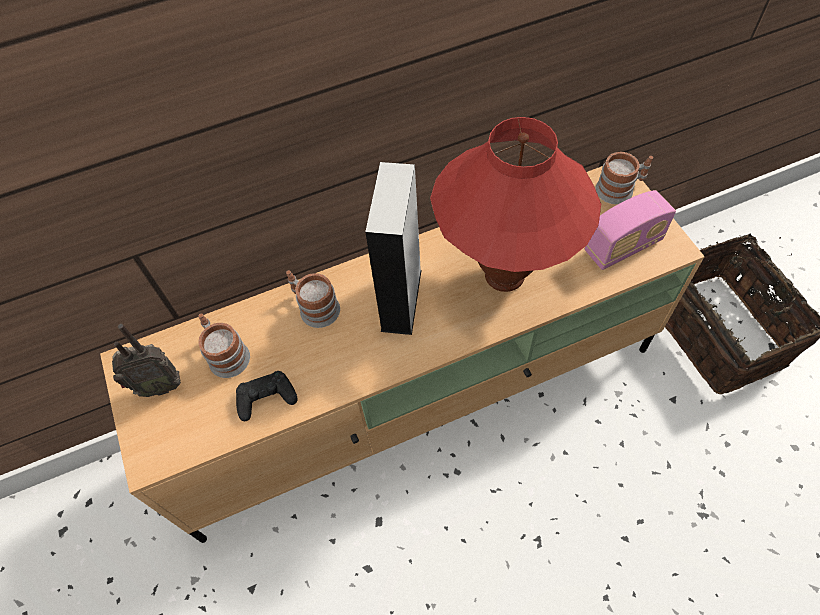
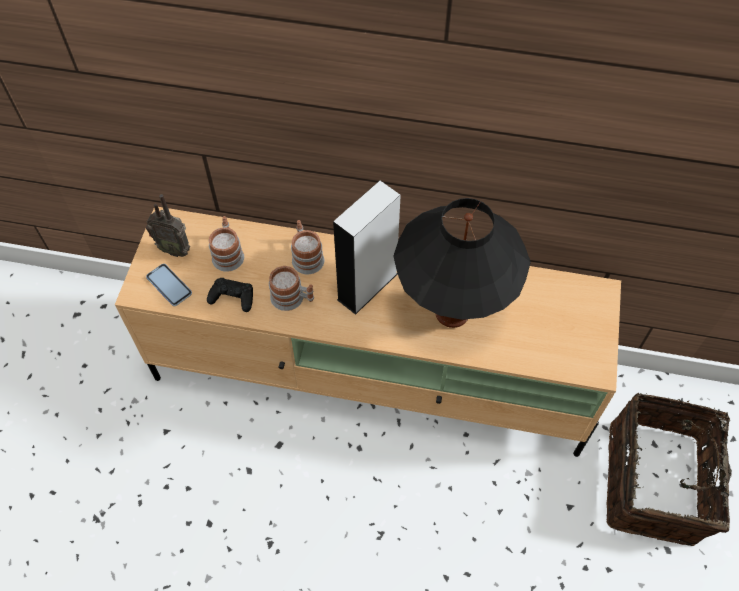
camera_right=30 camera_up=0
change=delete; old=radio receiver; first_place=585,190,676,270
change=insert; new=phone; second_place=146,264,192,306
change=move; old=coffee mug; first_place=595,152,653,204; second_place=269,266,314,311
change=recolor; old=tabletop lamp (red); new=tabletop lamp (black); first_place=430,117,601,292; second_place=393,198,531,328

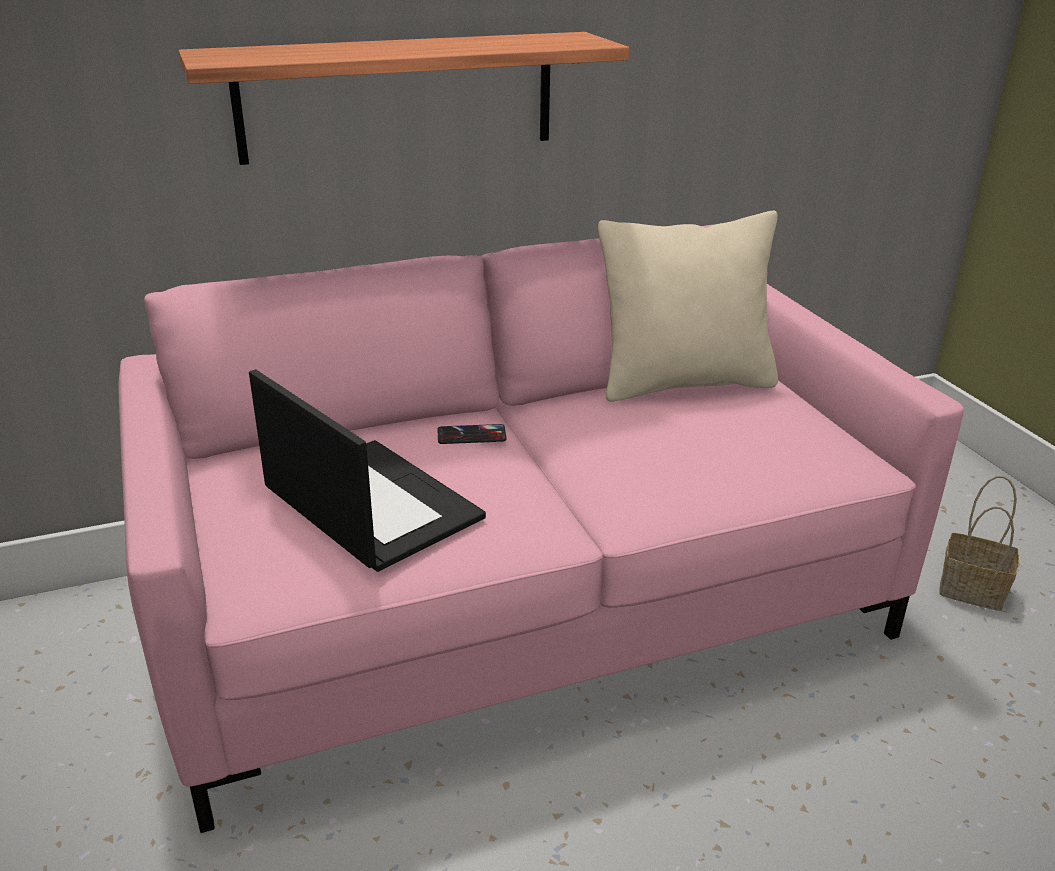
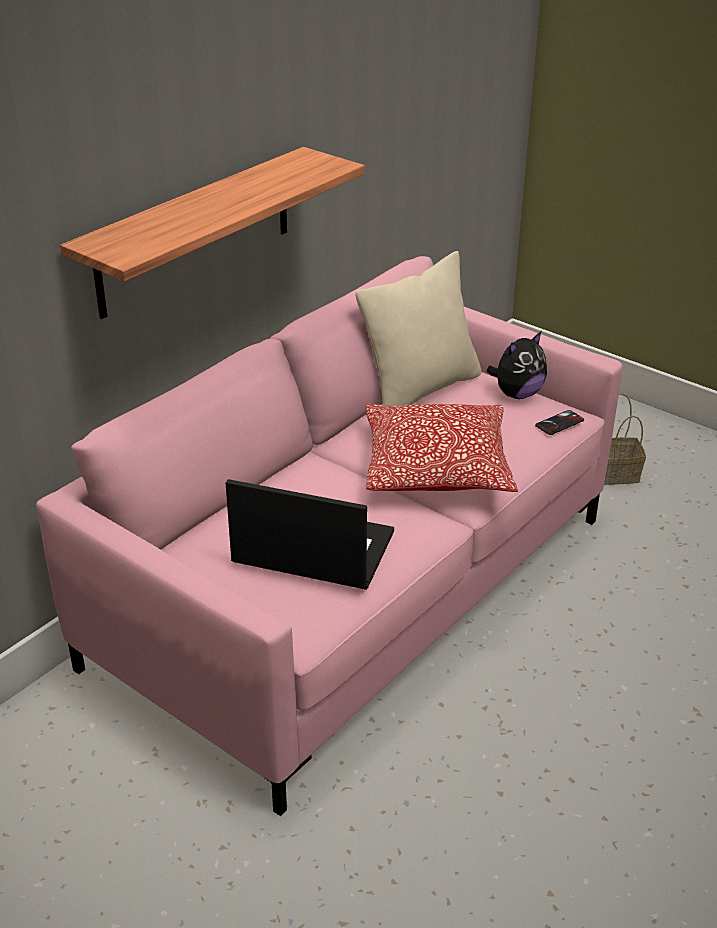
camera_right=-30 camera_up=5
change=insert; new=throw pillow; second_place=365,404,518,492
change=insert; new=plush toy; second_place=486,331,547,399
change=move; old=phone; first_place=437,424,507,444; second_place=535,410,584,435

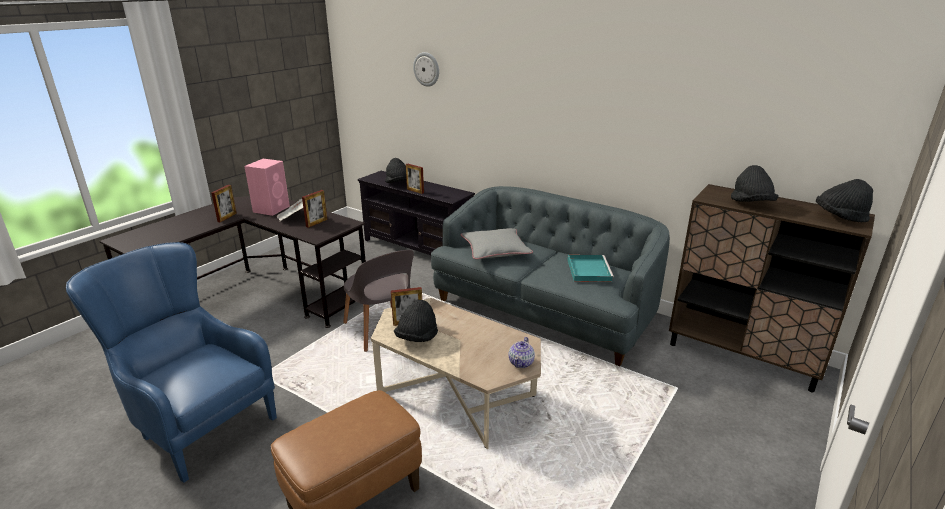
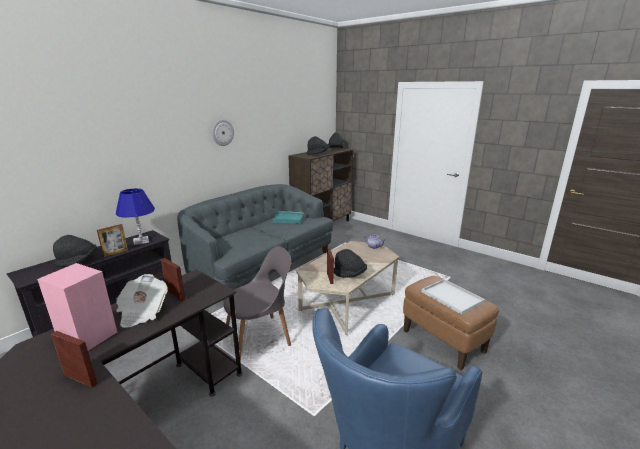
camera_right=-85 camera_up=-5
change=delete; old=throw pillow (gray); first_place=461,228,533,259
change=insert; new=tabletop lamp (blue); second_place=116,188,155,245
change=insert; new=carrying tray (white-coloured); second_place=422,279,485,315
change=move; old=wall clock; first_place=413,52,439,87; second_place=212,119,234,146

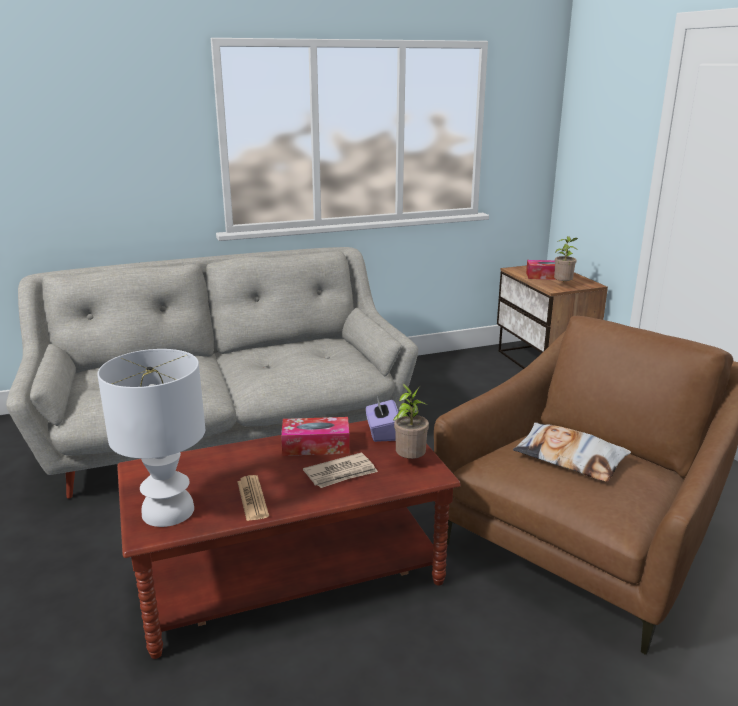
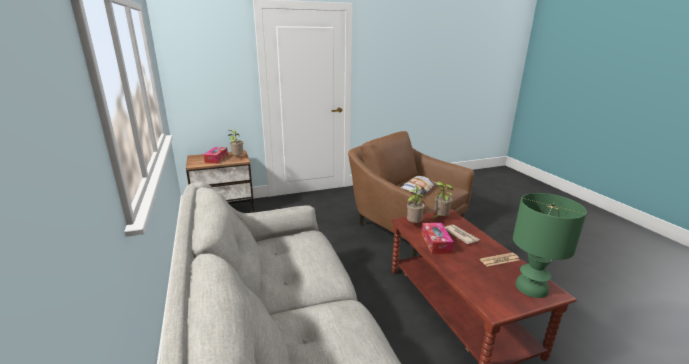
camera_right=-90 camera_up=0
change=replace; old=box of tissues (purple-coloured); new=potted plant; first_place=366,397,398,442; second_place=407,185,426,223
change=recolor; old=tabletop lamp (white-coloured); new=tabletop lamp (green); first_place=97,349,205,527; second_place=513,193,587,298

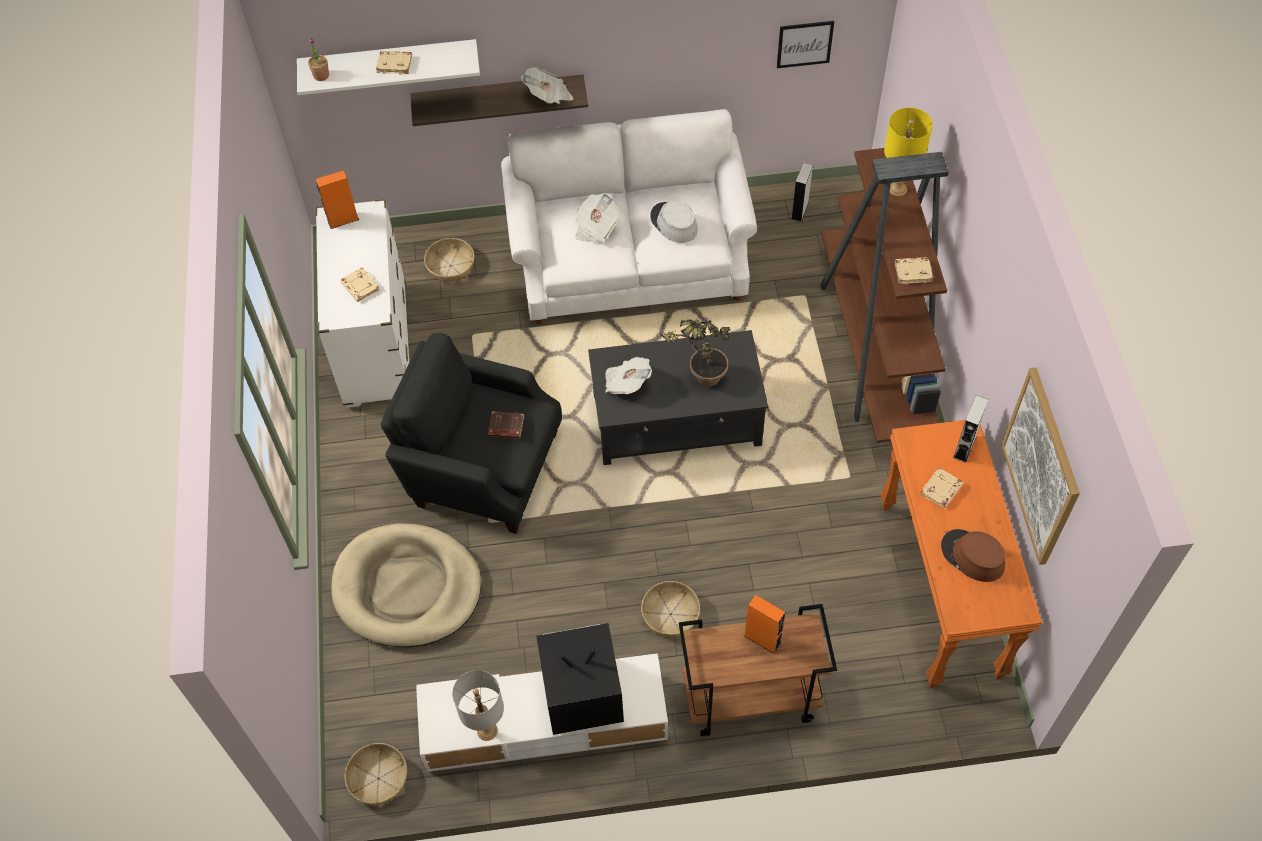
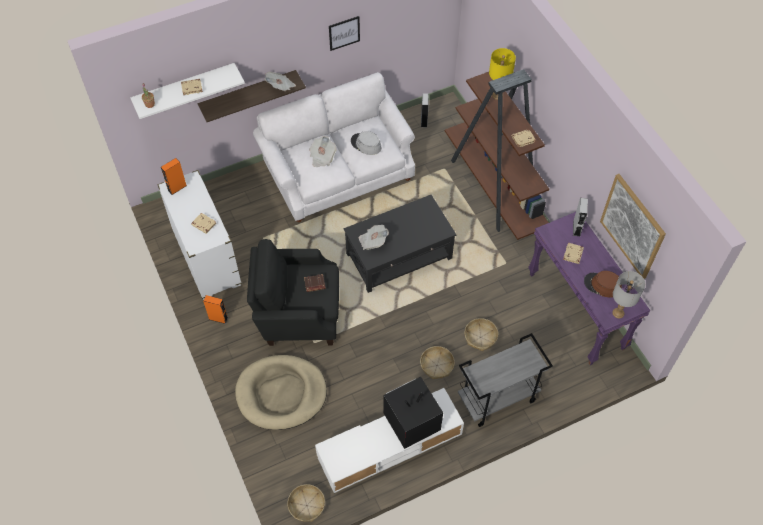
camera_right=-20 camera_up=0
change=delete; old=potted plant; first_place=658,319,731,387
change=move; old=household basket; first_place=424,238,474,283; second_place=465,318,498,351
change=move; old=tabletop lamp (gray); first_place=452,670,504,741; second_place=612,271,645,318
change=move; old=speaker (orangey); first_place=744,595,785,654; second_place=203,295,228,324
change=move; old=picture; first_place=777,21,834,68; second_place=329,16,360,51
change=recolor; old=cart (brown-coloured); new=cart (gray); first_place=679,604,837,736; second_place=458,333,553,427
change=recolor; old=narrow table (orangey); new=narrow table (purple-coloured); first_place=880,420,1042,688; second_place=528,212,650,365

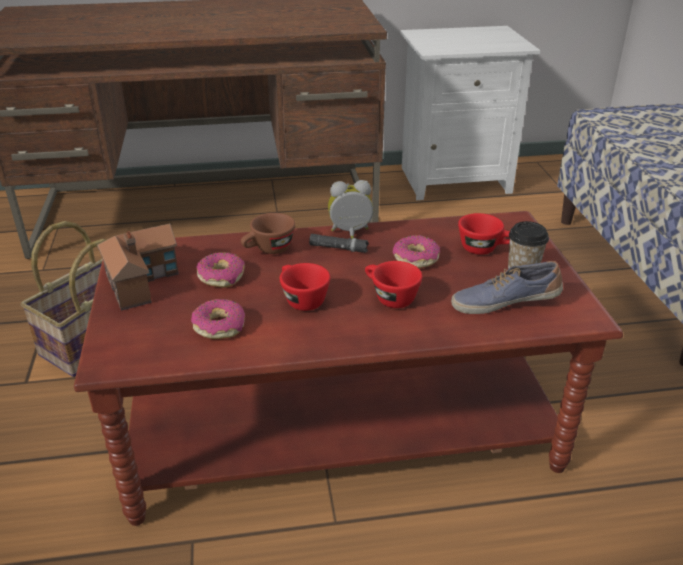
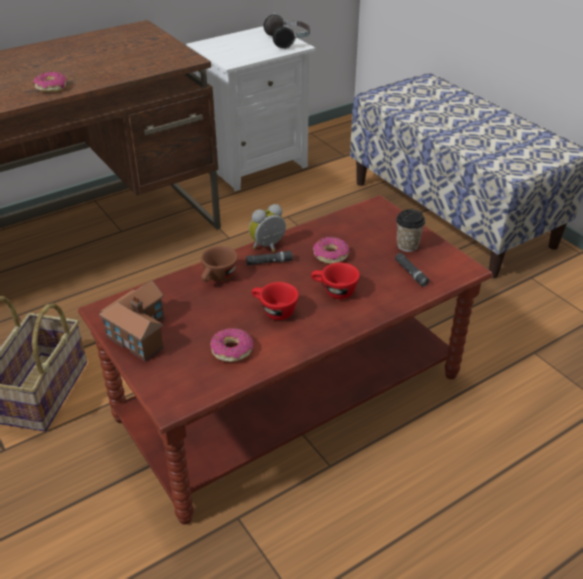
camera_right=-25 camera_up=5
change=delete; old=drinking cup (red); first_place=458,213,510,255
change=insert; new=pair of headphones; second_place=264,13,310,49
change=move; old=donut; first_place=196,252,245,288; second_place=33,72,66,92
change=replace; old=low shoe; new=hand torch (black); first_place=451,261,563,314; second_place=395,253,429,286

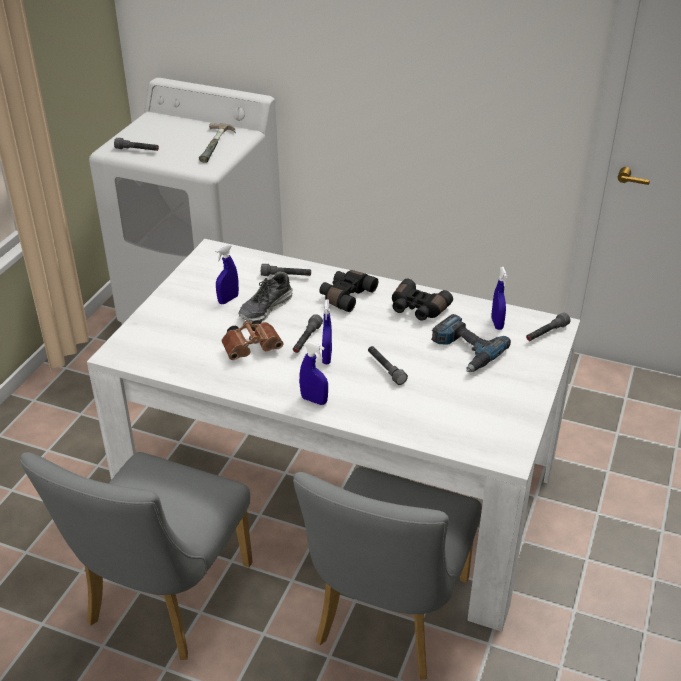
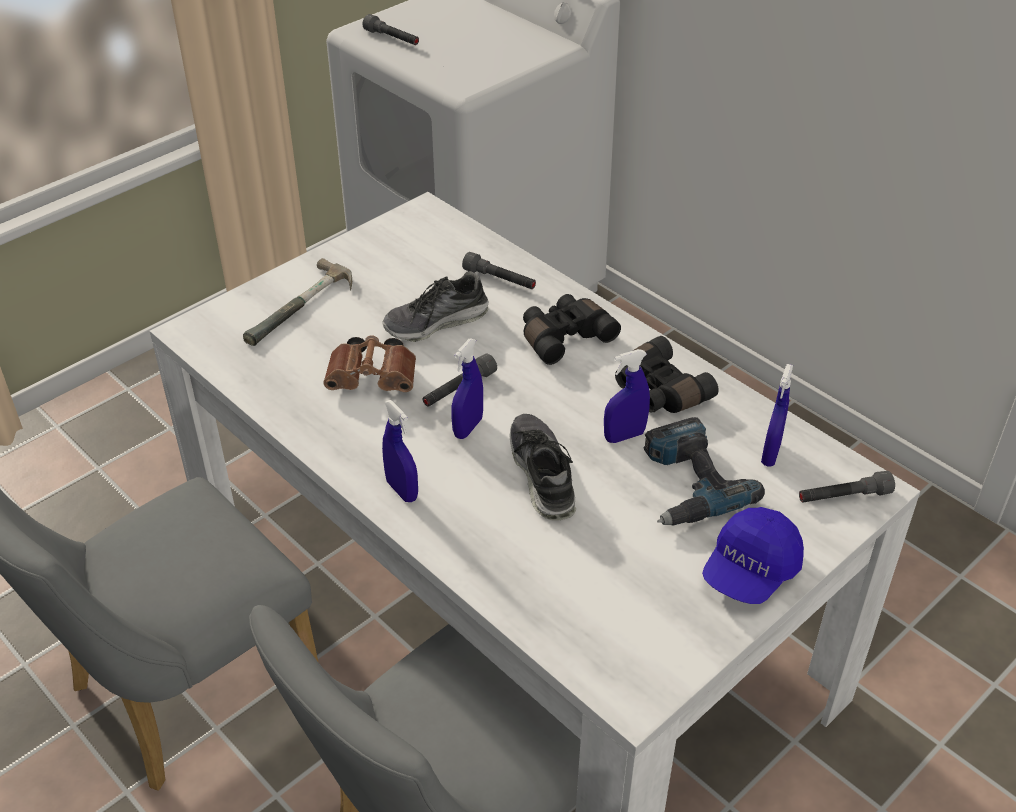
camera_right=25 camera_up=5
change=insert; new=cap (blue); second_place=702,507,804,604
change=move; old=hand hammer; first_place=199,123,236,163; second_place=243,258,352,346
change=move; old=sprayer (blue); first_place=215,244,239,304; second_place=604,349,650,443
change=replace; old=hand torch (gray); new=low shoe; first_place=368,346,408,385; second_place=510,414,576,521

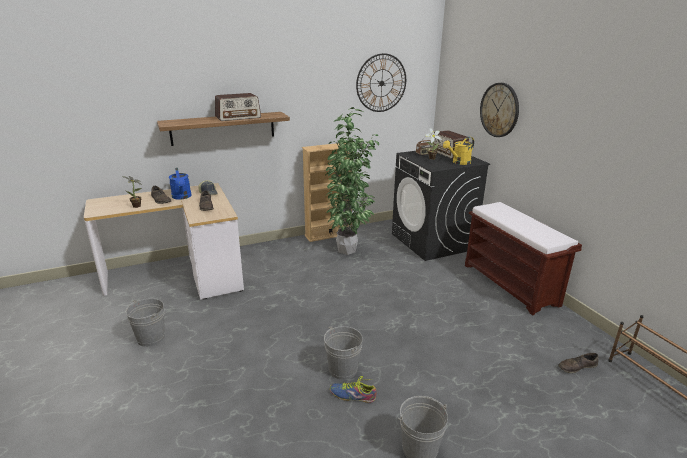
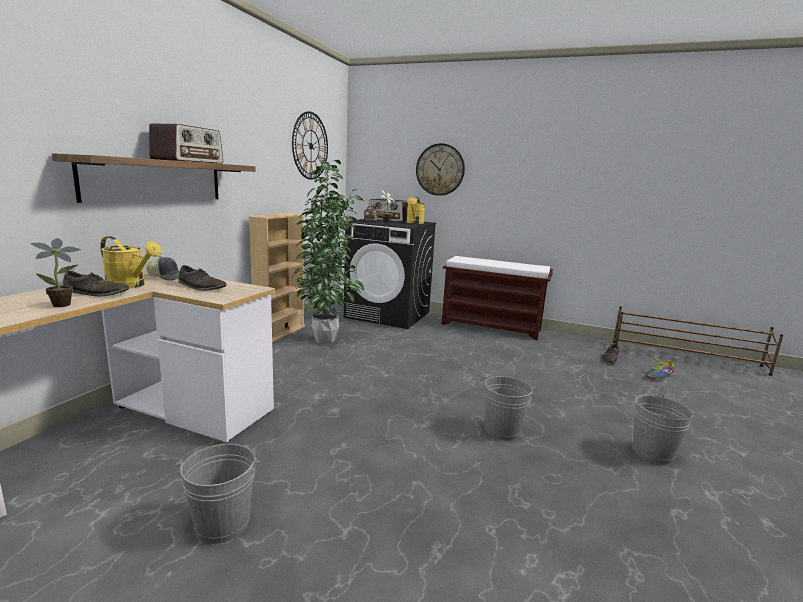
camera_right=-45 camera_up=-10
change=move; old=low shoe; first_place=330,376,377,403; second_place=645,359,675,380
change=recolor; old=watering pot (blue); new=watering pot (yellow-coloured); first_place=169,168,192,200; second_place=100,236,161,288

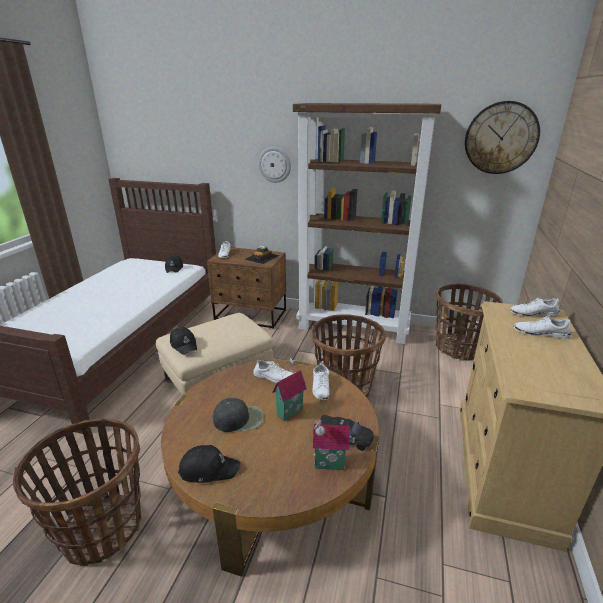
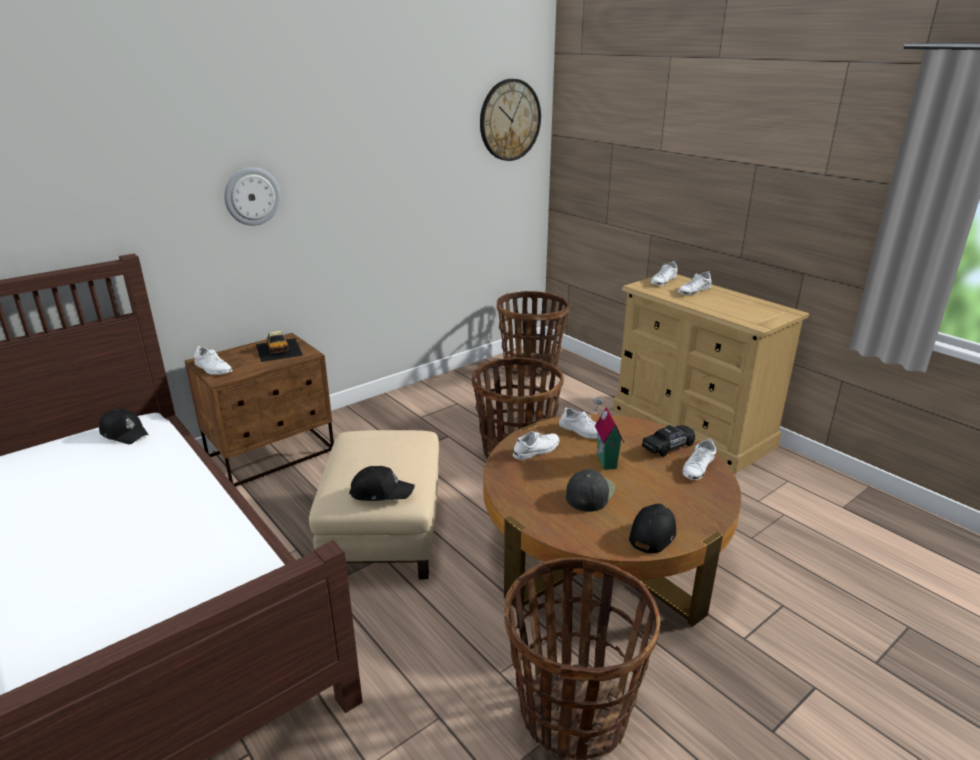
camera_right=-55 camera_up=0
change=delete; old=bookcase (brown-coloured); first_place=293,103,441,344
change=replace; old=toy house; new=low shoe (white-coloured); first_place=313,419,350,470; second_place=683,439,716,480

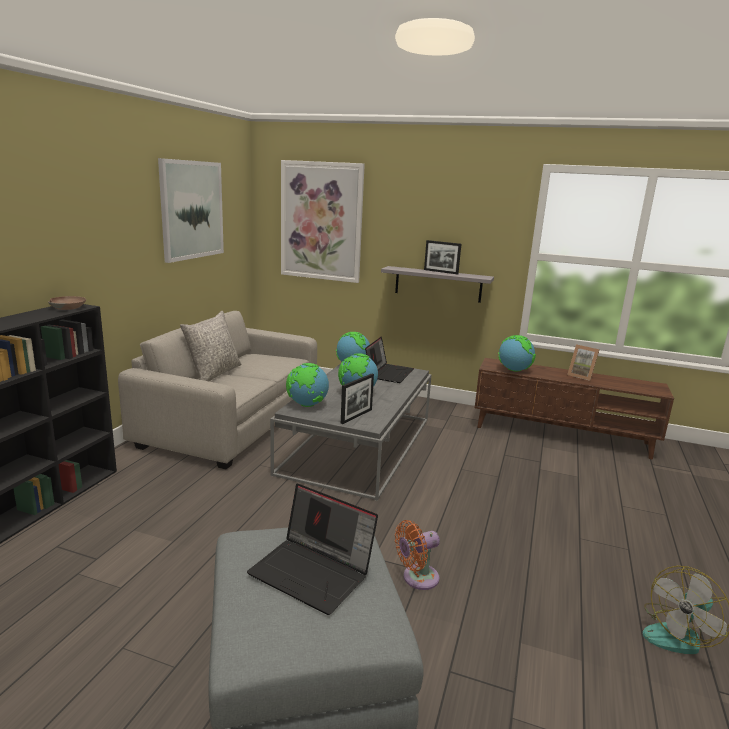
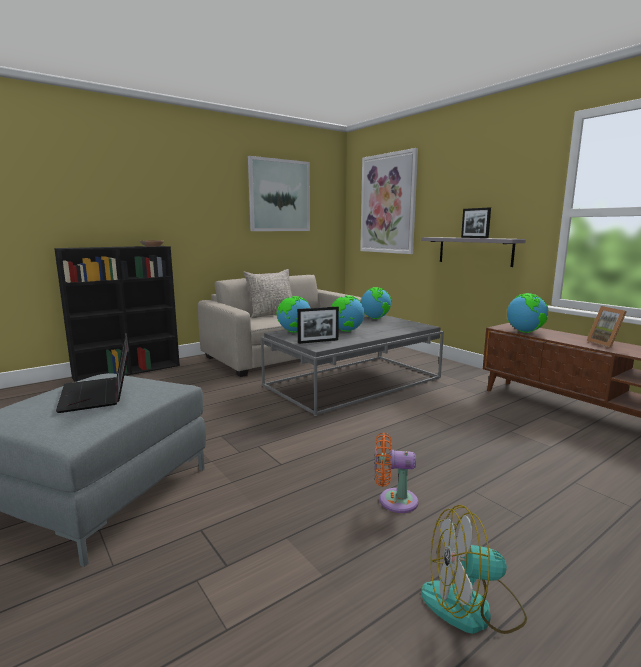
camera_right=35 camera_up=-5
change=delete; old=laptop; first_place=365,337,414,383
change=move; old=electric fan (orangey); first_place=395,520,440,590; second_place=375,432,418,513

